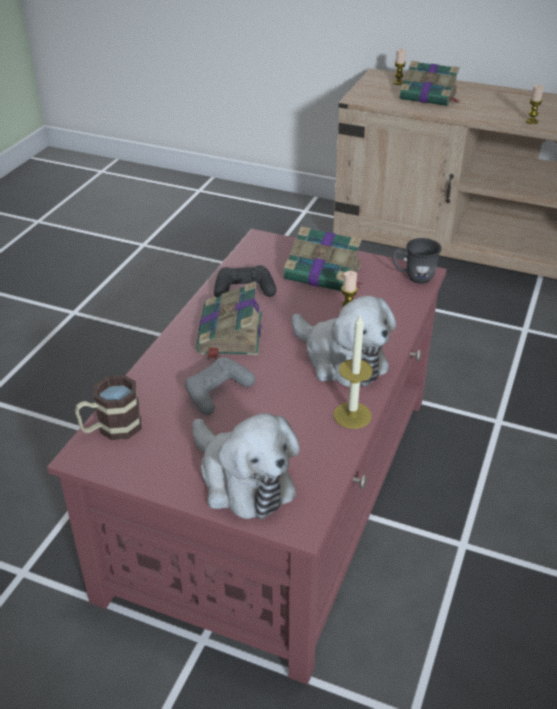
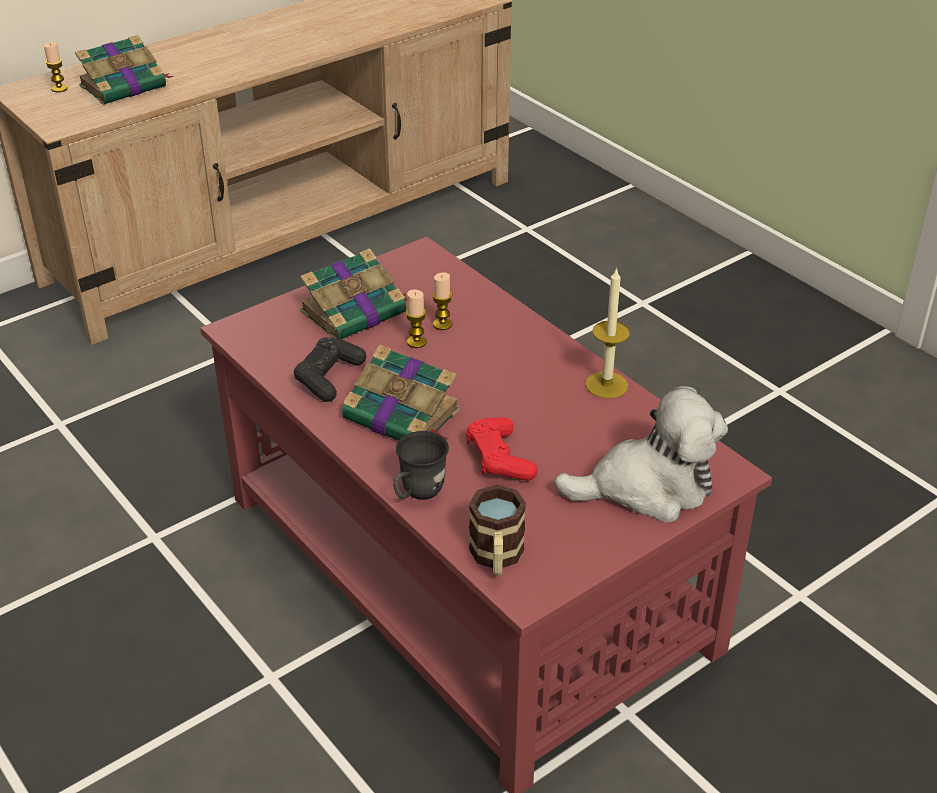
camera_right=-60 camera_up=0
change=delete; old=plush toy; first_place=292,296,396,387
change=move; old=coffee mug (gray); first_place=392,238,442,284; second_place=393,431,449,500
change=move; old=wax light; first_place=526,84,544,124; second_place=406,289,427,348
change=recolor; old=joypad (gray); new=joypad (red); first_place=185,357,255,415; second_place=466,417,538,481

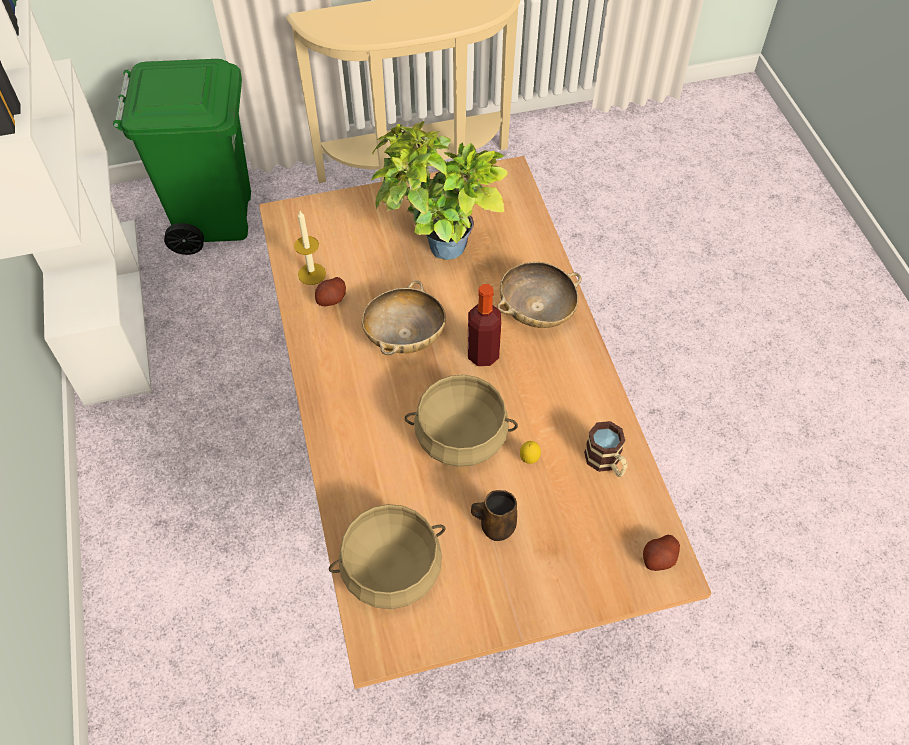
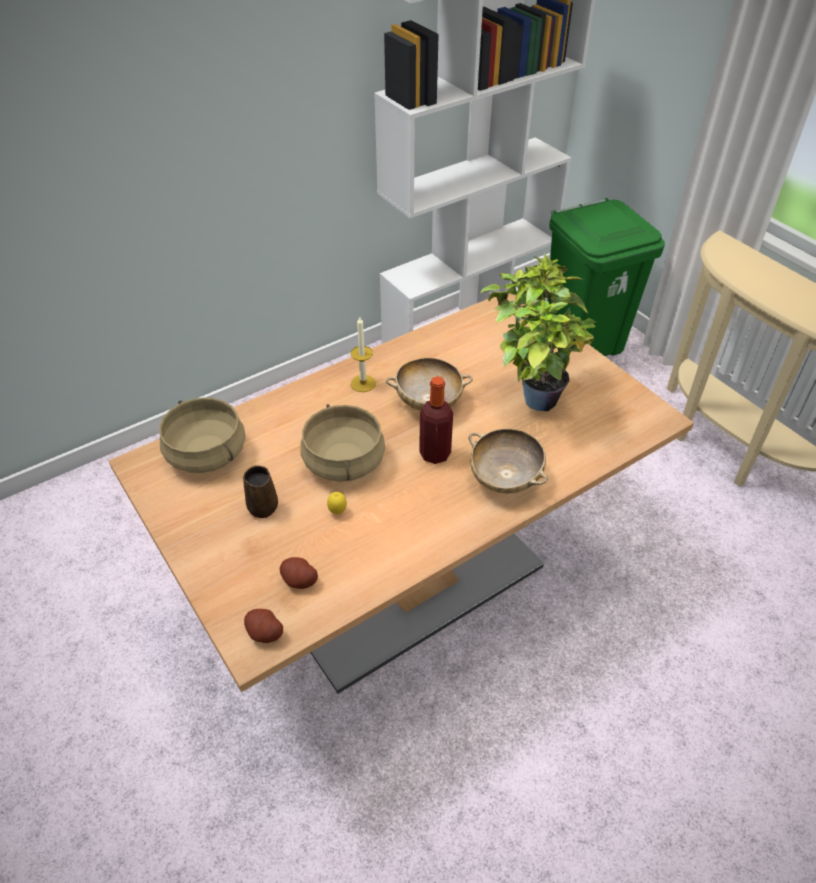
camera_right=70 camera_up=-10
change=delete; old=coffee mug; first_place=584,421,627,477
change=move; old=wax light; first_place=294,211,326,285; second_place=351,317,376,392
change=move; old=whole potato; first_place=315,277,346,306; second_place=280,557,318,589

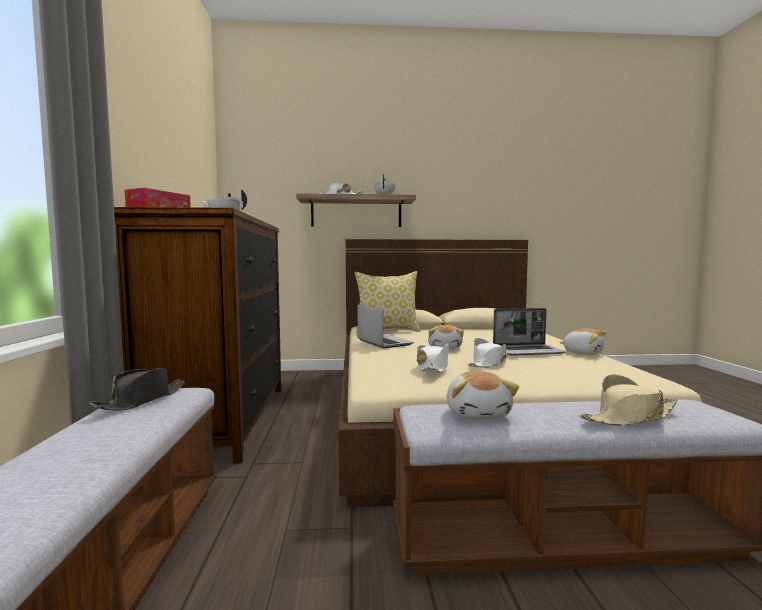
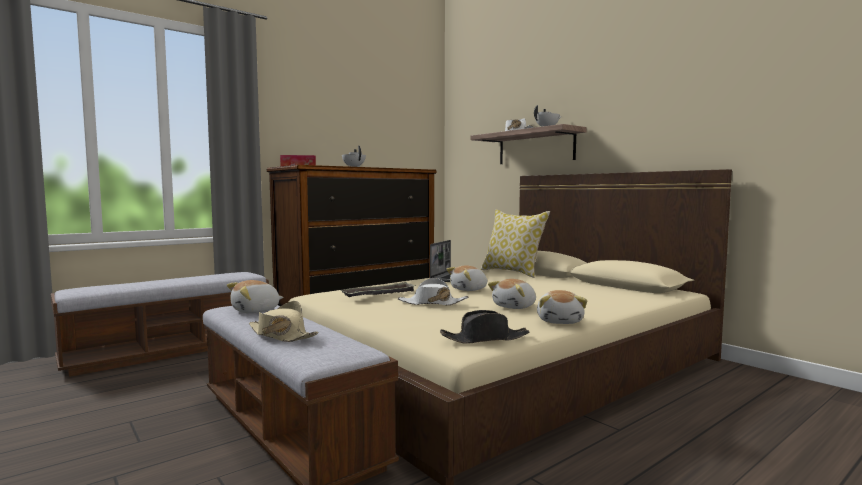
camera_right=55 camera_up=0
change=move; old=hat (black); first_place=90,368,185,411; second_place=440,310,529,344
change=replace; old=hat (white-coloured); new=carrying tray; first_place=417,343,449,373; second_place=341,282,416,297
change=replace; old=laptop; new=plush toy; first_place=493,308,566,356; second_place=488,279,536,309

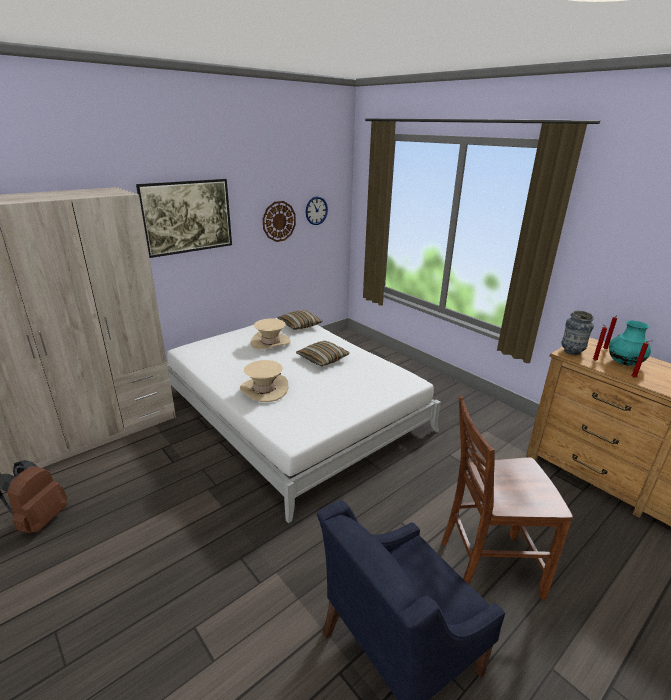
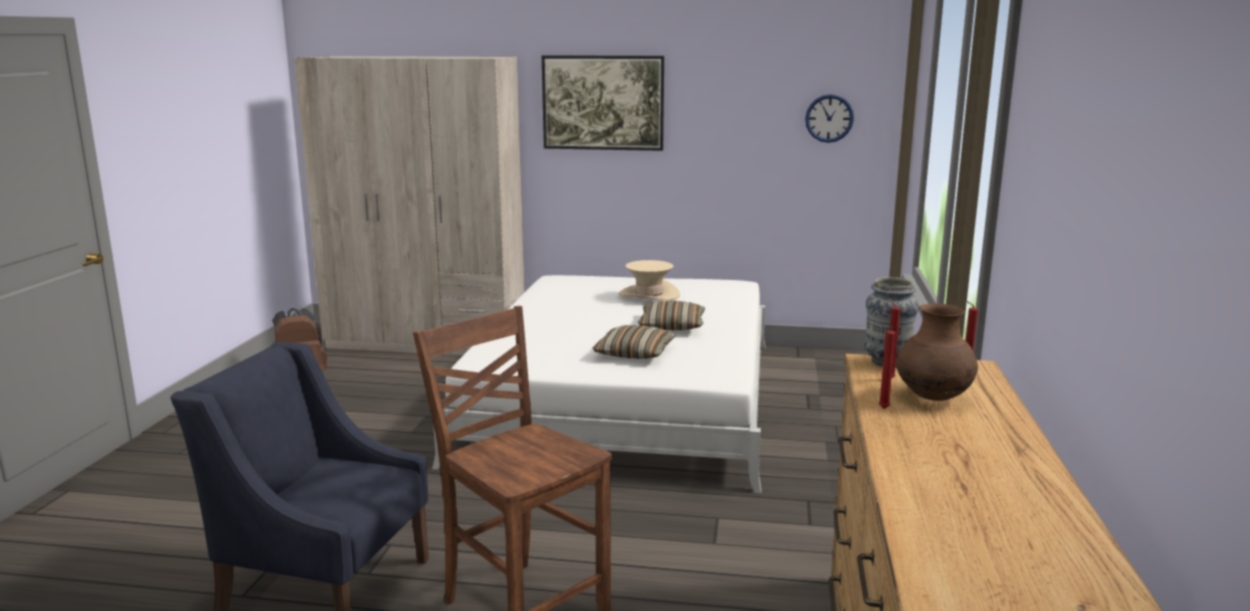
camera_right=50 camera_up=-10
change=delete; old=hat (beige-coloured); first_place=240,360,289,402
change=delete; old=wall clock; first_place=263,201,296,242
change=move; old=throw pillow; first_place=278,310,323,330; second_place=593,325,676,359
change=recolor; old=flower vase (blue-green); new=flower vase (brown-coloured); first_place=609,321,651,366; second_place=896,303,978,401

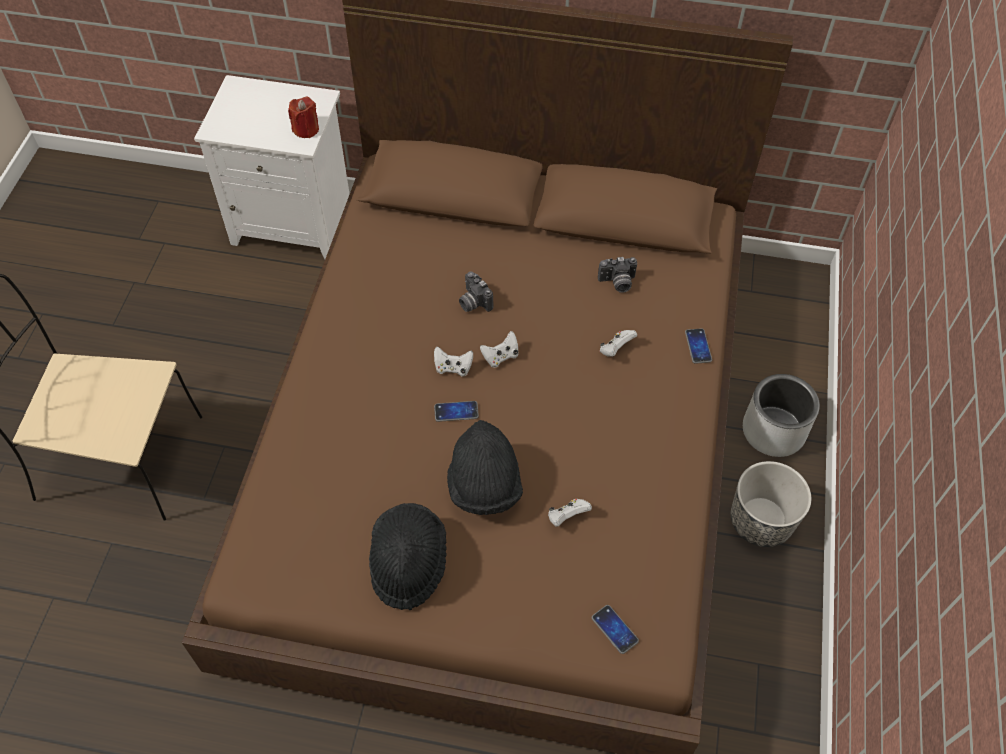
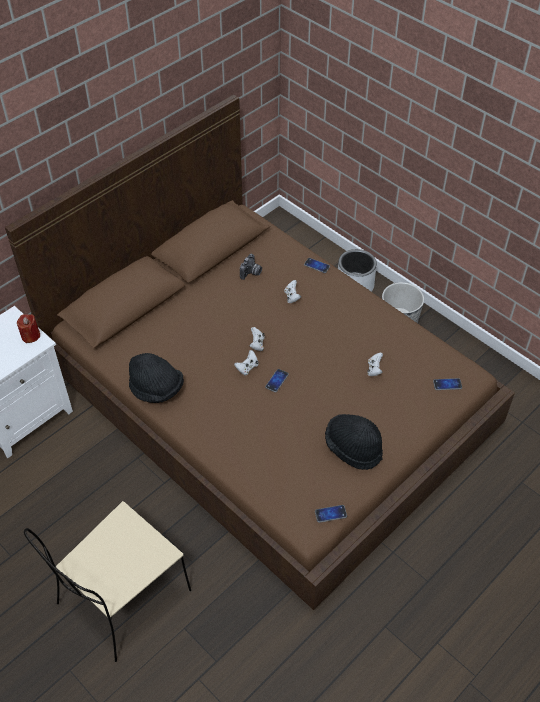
camera_right=-55 camera_up=-5
change=delete; old=still camera; first_place=459,271,493,312
change=insert; new=phone; second_place=315,505,347,523
change=move; old=hat (black); first_place=447,420,523,515; second_place=129,353,184,403

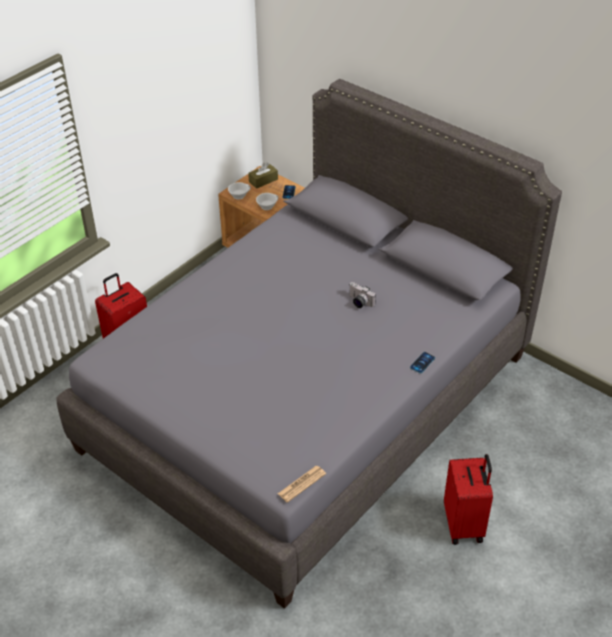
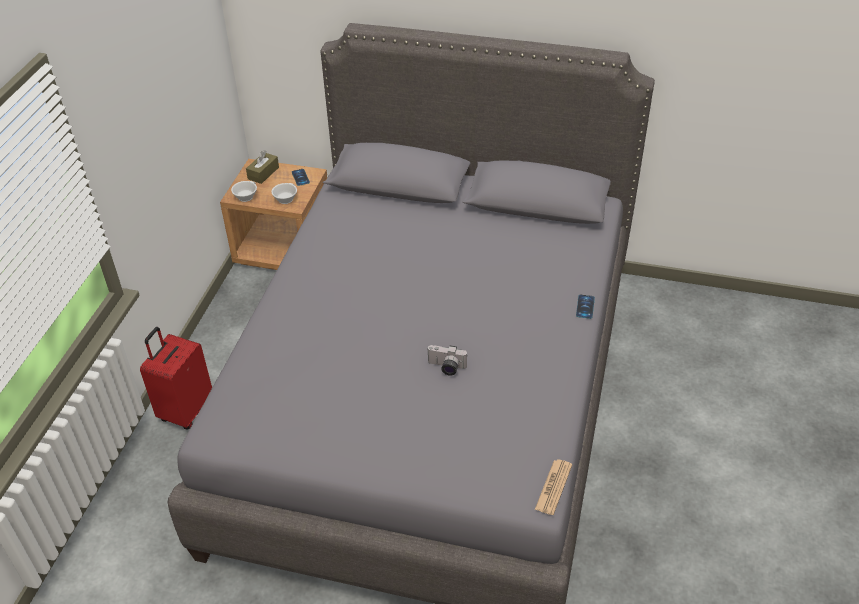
camera_right=-25 camera_up=0
change=delete; old=travel case (red); first_place=444,454,493,545
change=move; old=still camera; first_place=350,282,376,308; second_place=427,345,467,376

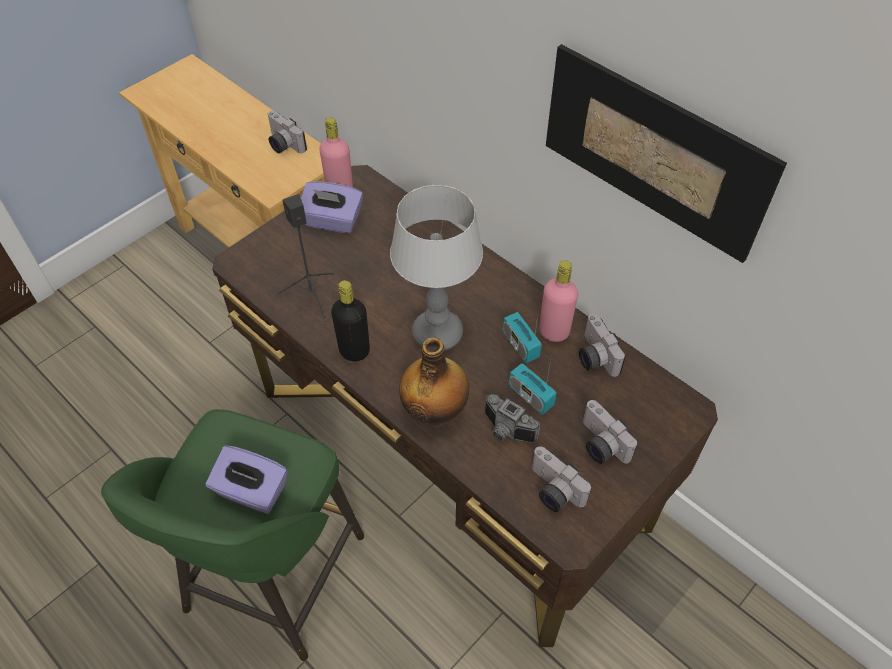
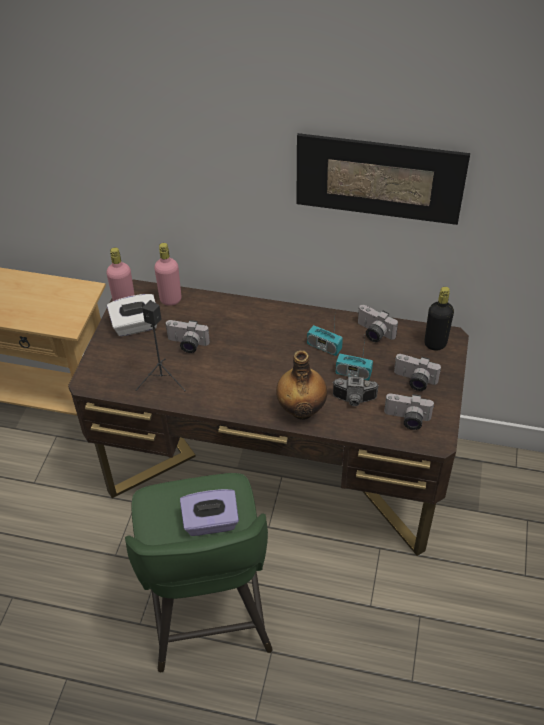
camera_right=-30 camera_up=-5
change=delete; old=tabletop lamp; first_place=390,185,483,351
change=move; old=still camera; first_place=268,111,307,153; second_place=165,320,210,353
change=move; old=drink bottle (black); first_place=331,280,370,361; second_place=424,287,454,351
change=move; old=drink bottle (pink); first_place=539,260,578,342; second_place=154,243,181,306
change=recolor; old=box of tissues (purple-coloured); new=box of tissues (white-coloured); first_place=301,181,363,233; second_place=107,294,157,337

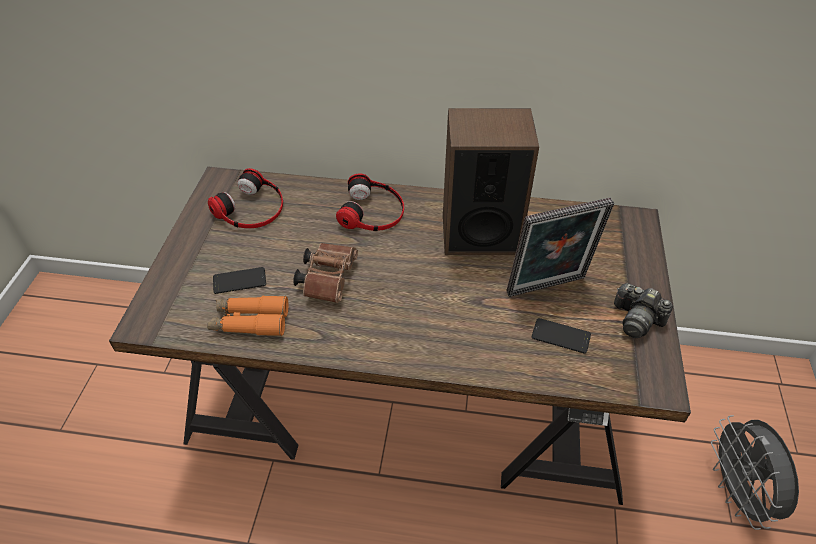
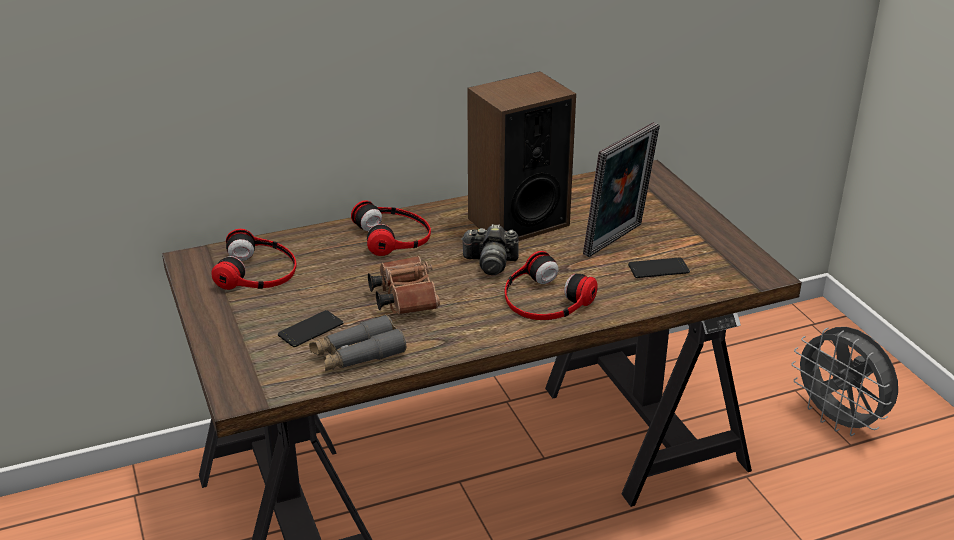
camera_right=-30 camera_up=-15
change=insert; new=pair of headphones; second_place=505,251,598,320
change=move; old=still camera; first_place=614,283,673,338; second_place=461,224,519,275
change=recolor; old=pair of binoculars (orangey); new=pair of binoculars (gray); first_place=207,296,288,336; second_place=309,315,406,371

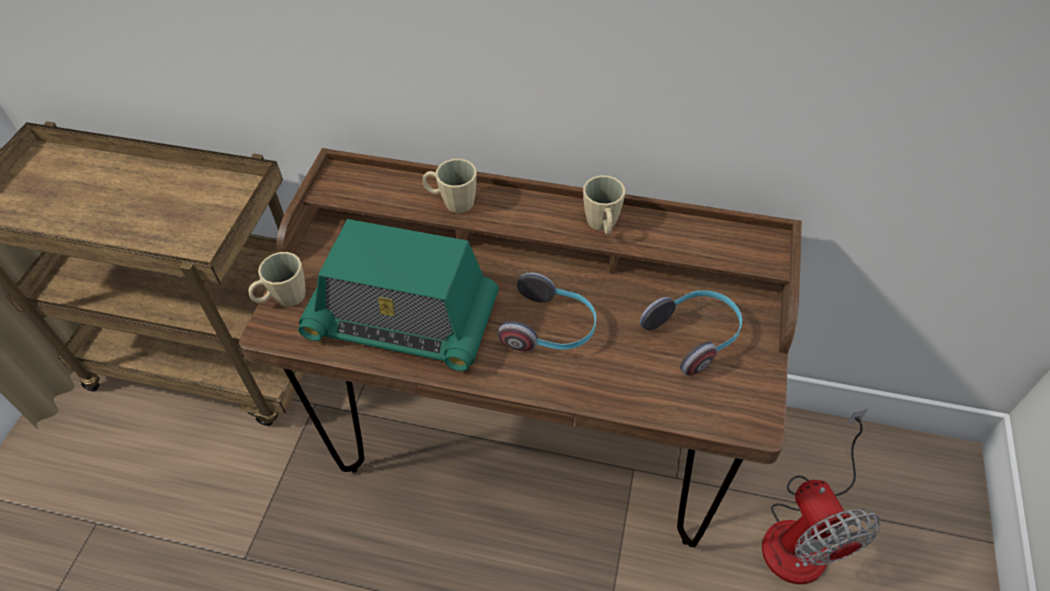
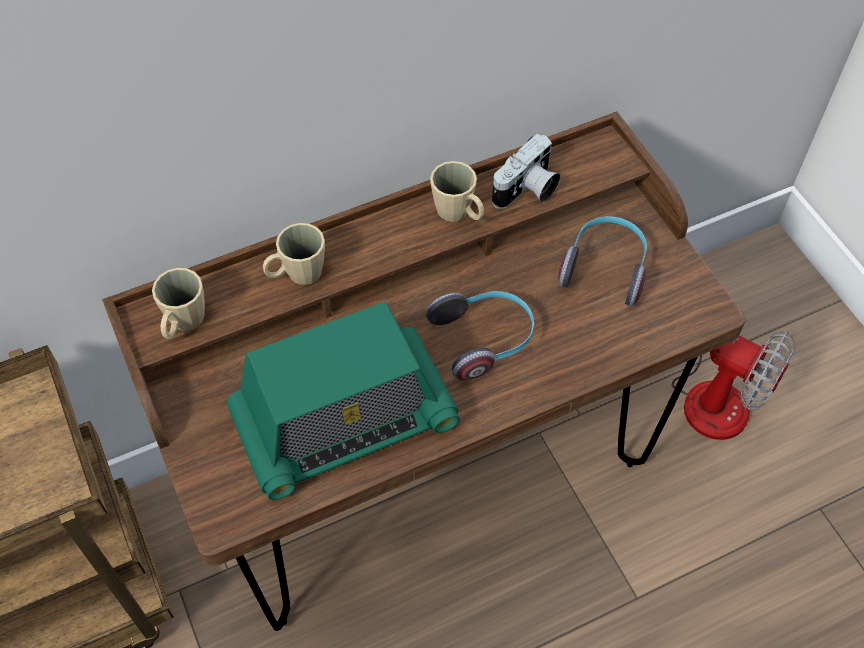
camera_right=-40 camera_up=5
change=insert; new=still camera; second_place=492,134,560,209
change=move; old=coffee mug (beige-coloured); first_place=249,252,306,307; second_place=152,268,205,339

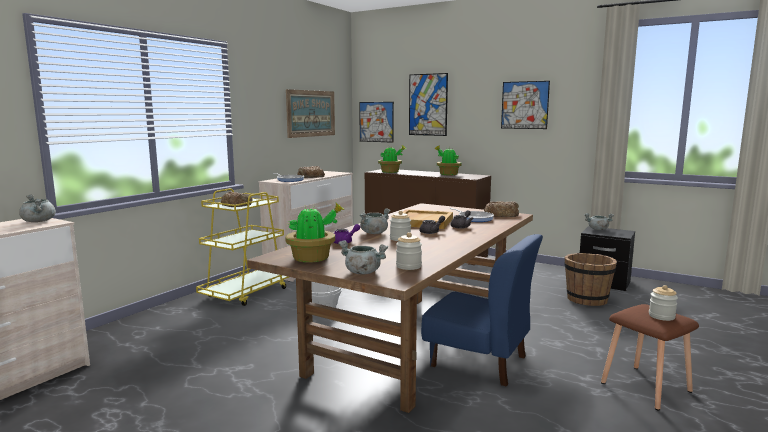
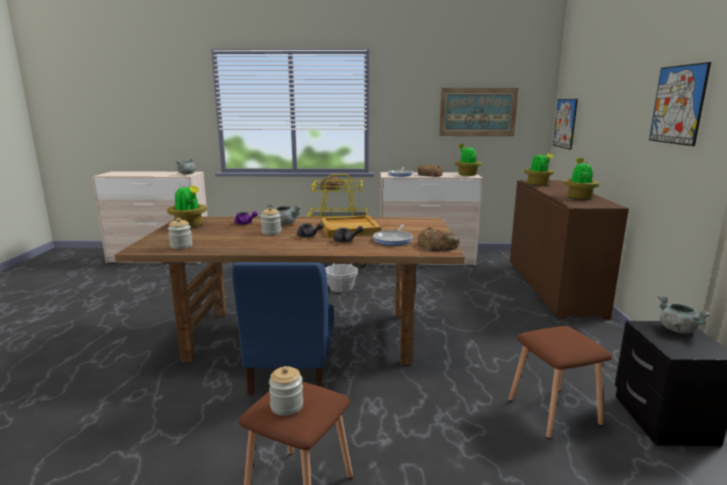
camera_right=60 camera_up=5
change=delete; old=saucepot (gray); first_place=338,240,388,275
change=delete; old=picture; first_place=409,73,448,136
change=insert; new=potted plant; second_place=455,143,482,176
change=replace; old=water bucket (brown-coloured); new=stool seat (brown-coloured); first_place=564,253,617,306; second_place=509,326,612,439

